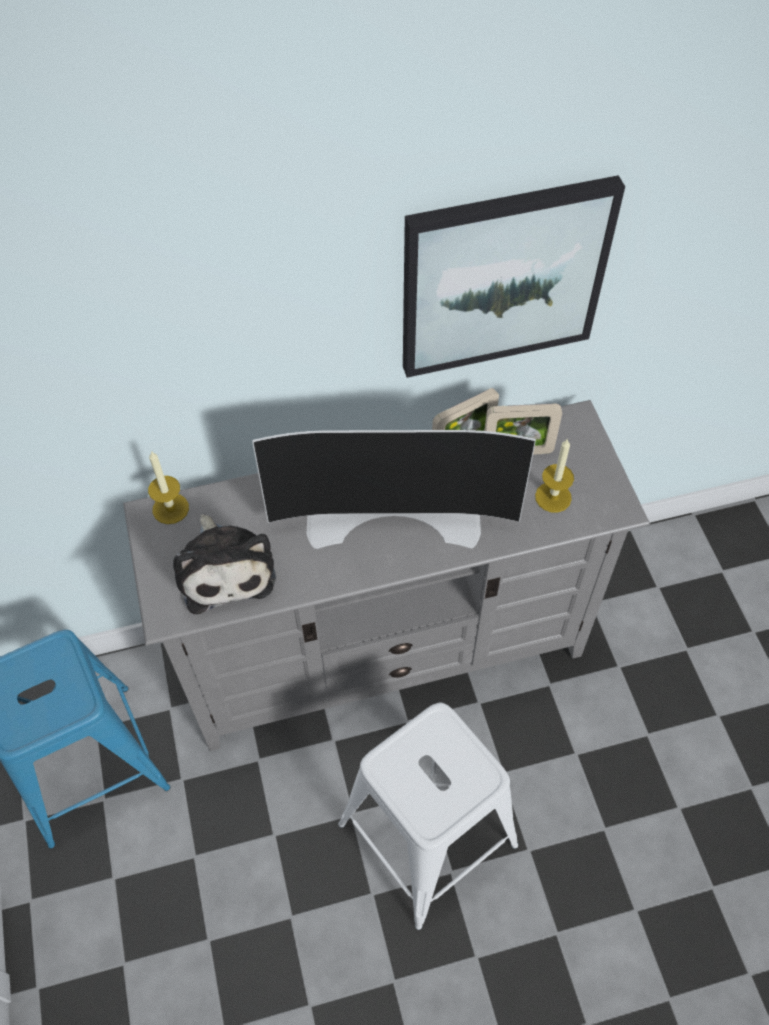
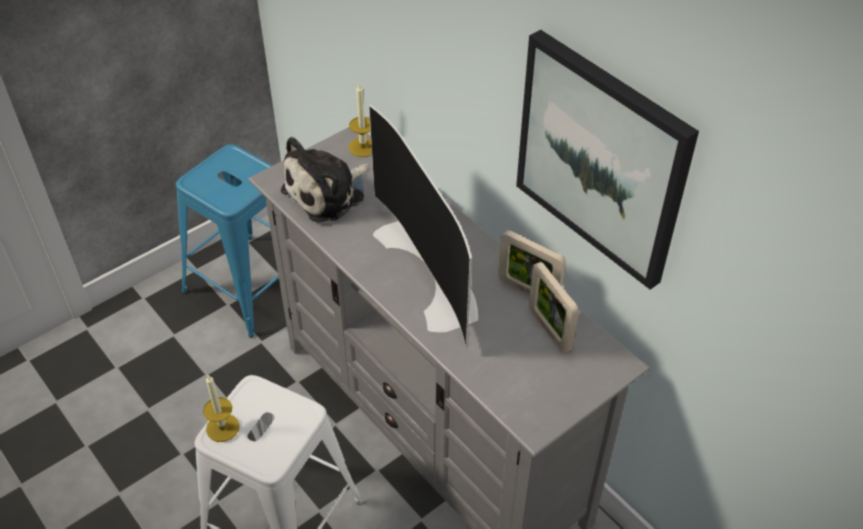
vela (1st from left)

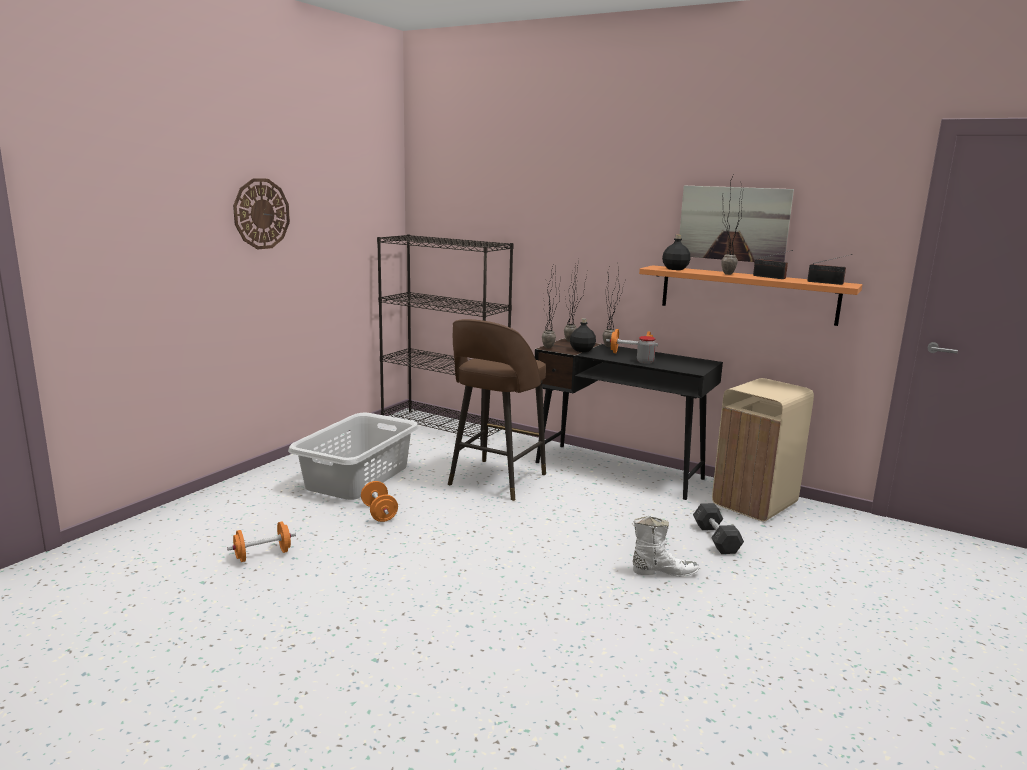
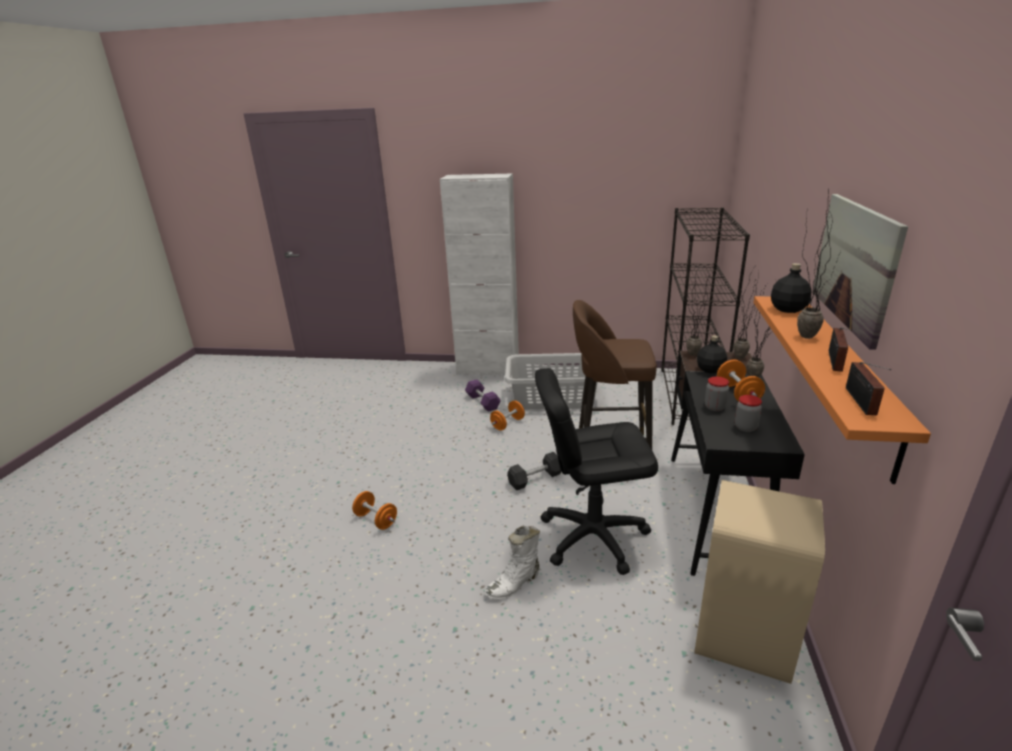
mancuerna [naranja] (1st from left)
reloj de pared
bota [blanco]
mancuerna [gris]
armario [blanco]
mancuerna [morado]
silla de oficina [negro]
tarro (2nd from left)

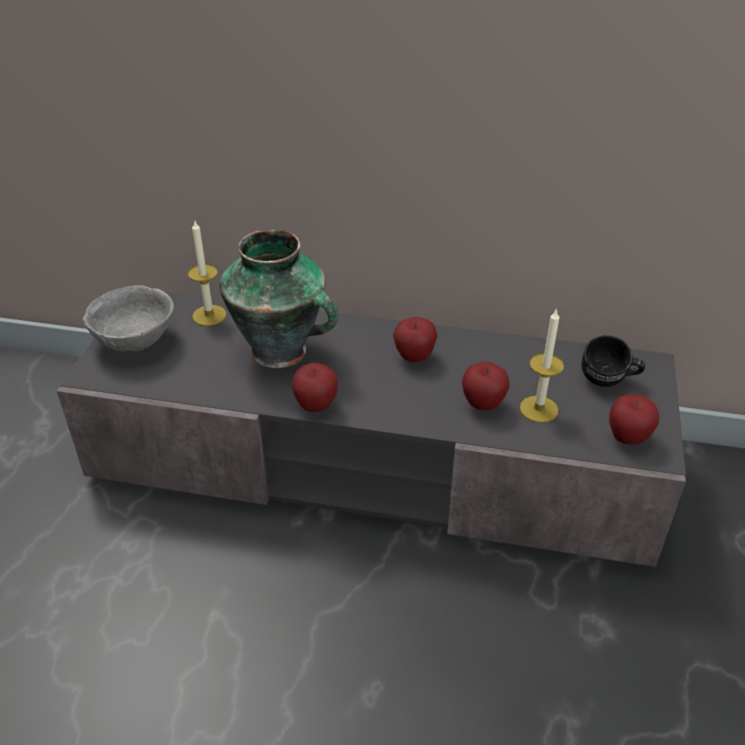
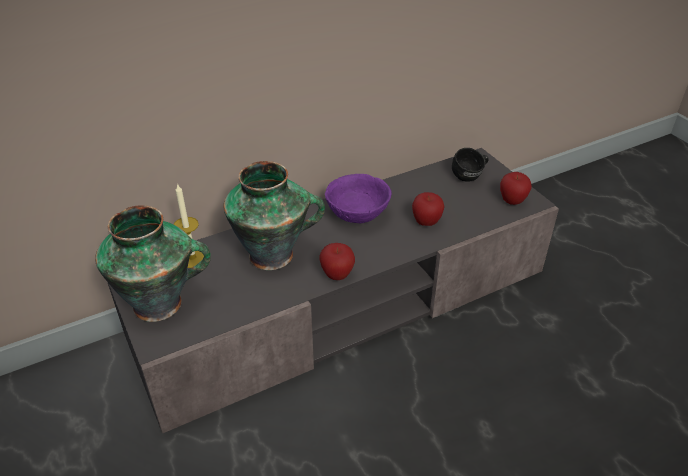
florero (1st from left)
cuenco [morado]
vela (2nd from left in the first image)

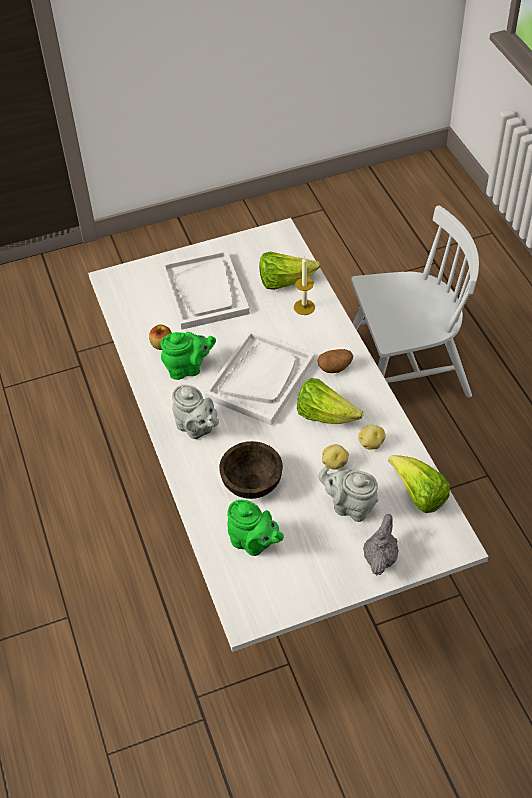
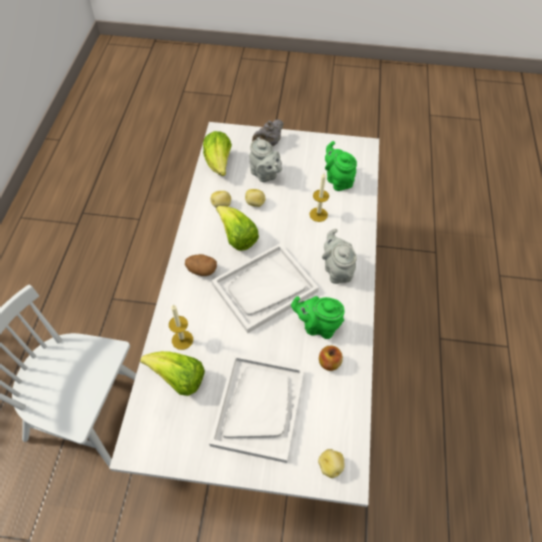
vela (2nd from left)
patata (4th from left)

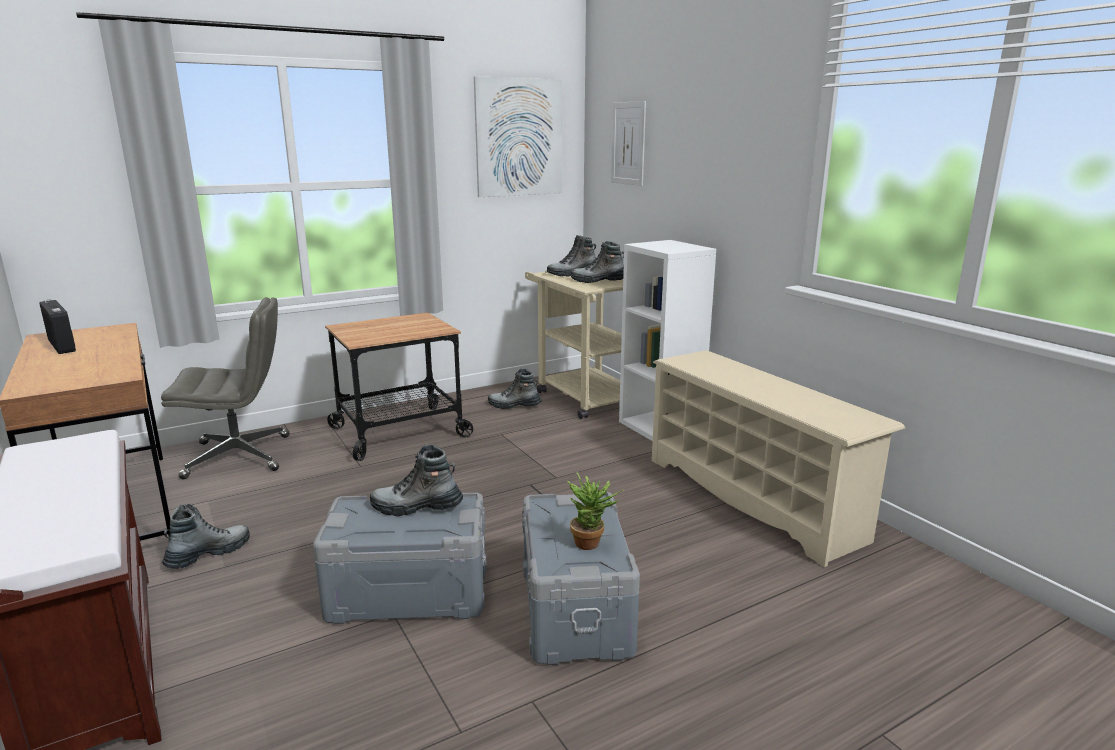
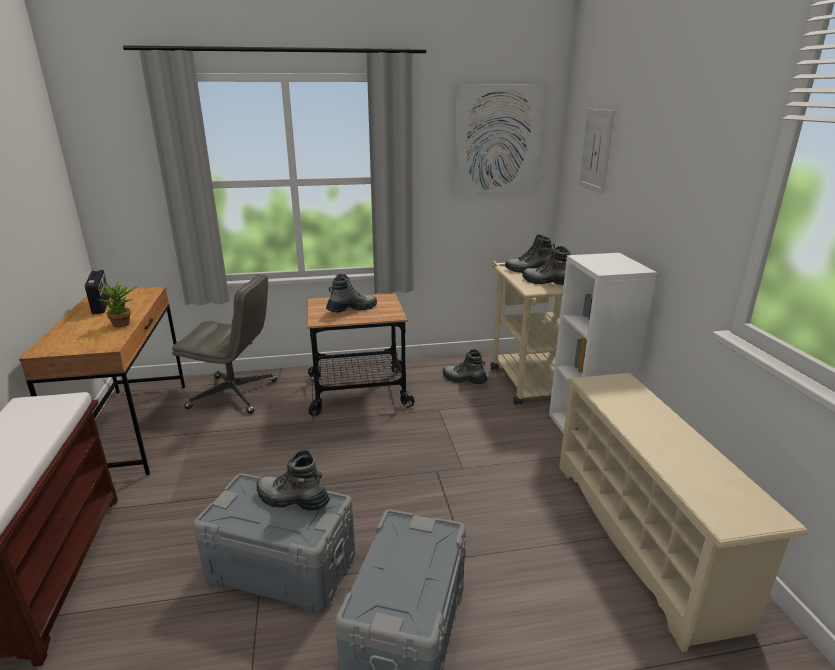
bota (2nd from left)
planta en maceta

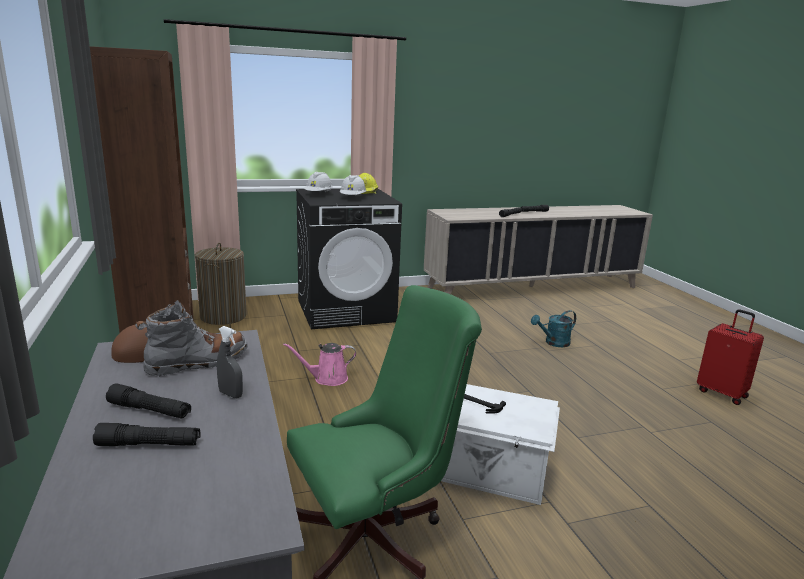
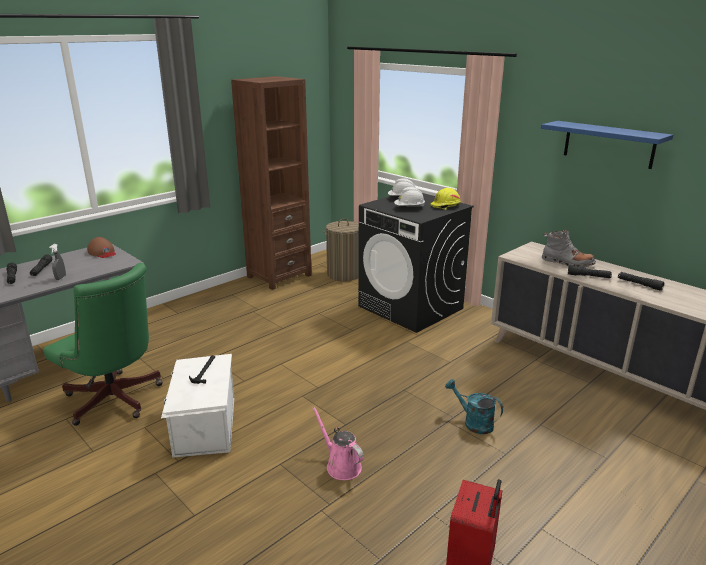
bota [gris]
regadera [rosa]
estante [azul]

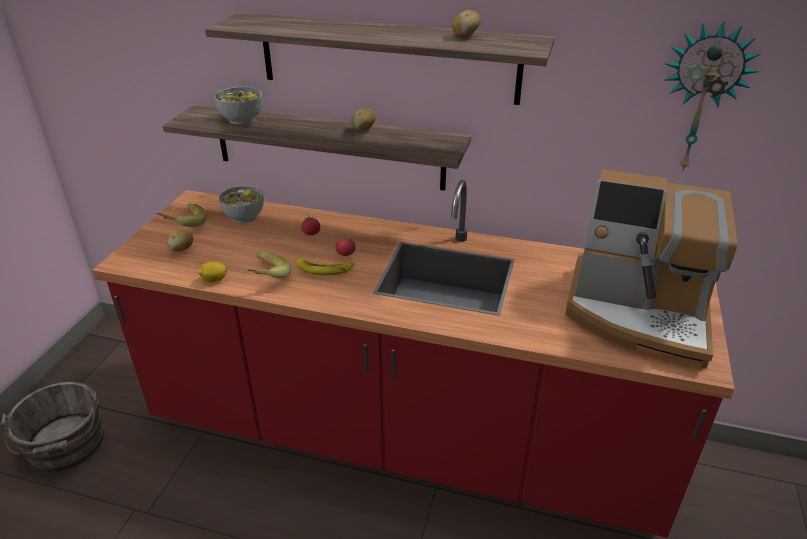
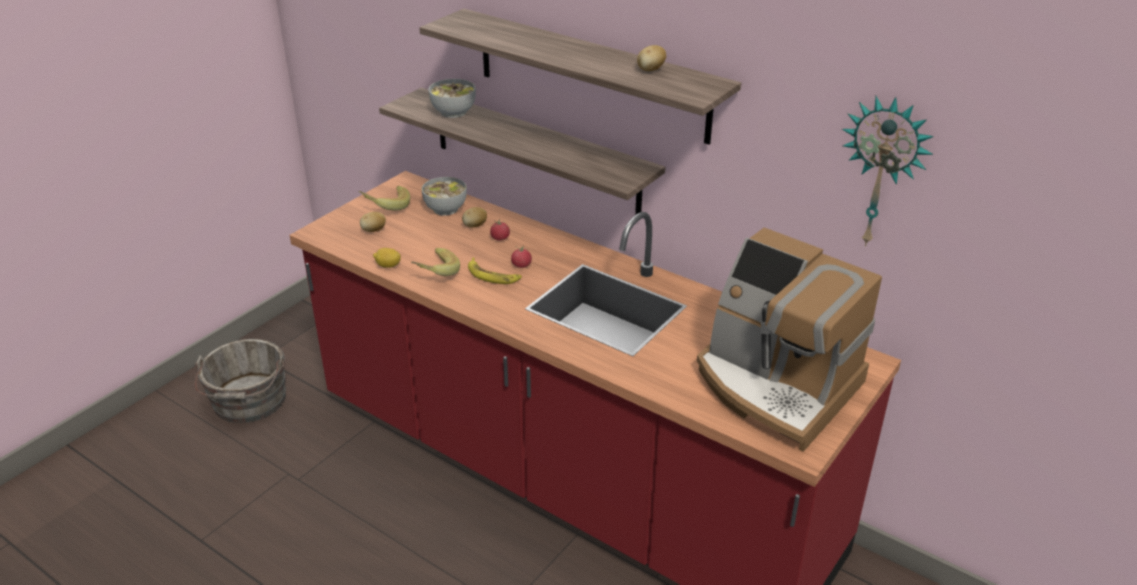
patata (2nd from left)

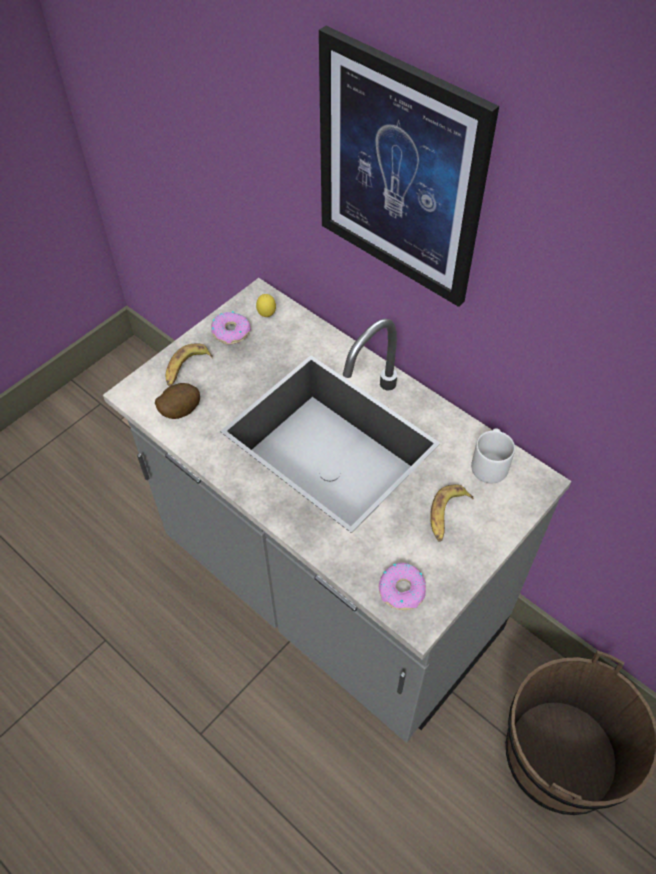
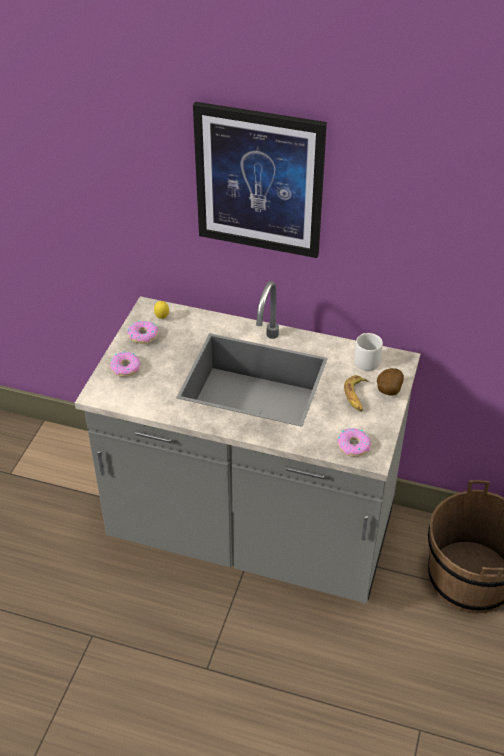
patata
rosquilla (1st from left)

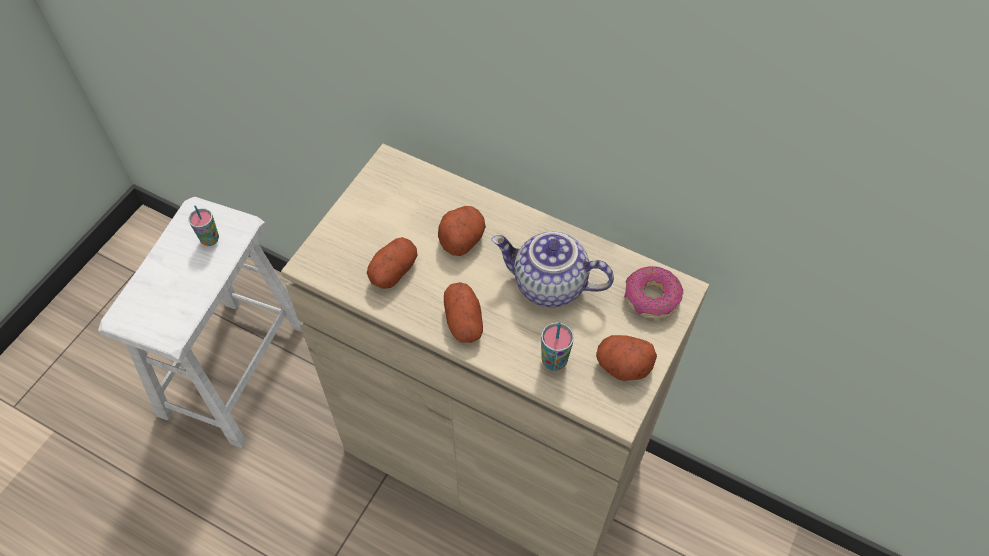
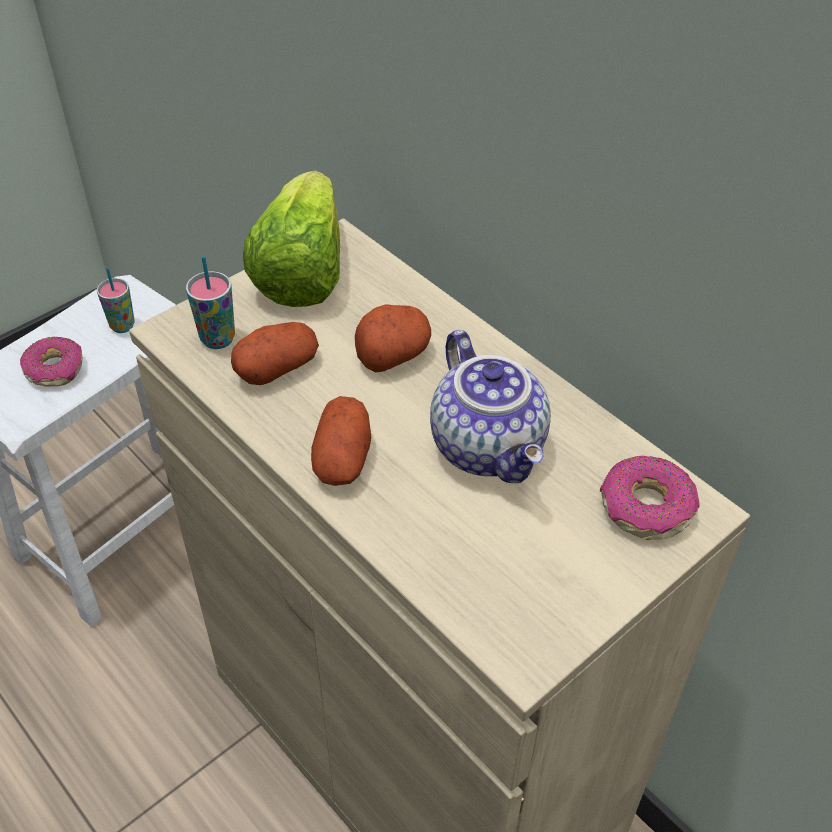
tetera
taza (2nd from left)
patata (4th from left in the first image)
rosquilla (1st from left)
lechuga

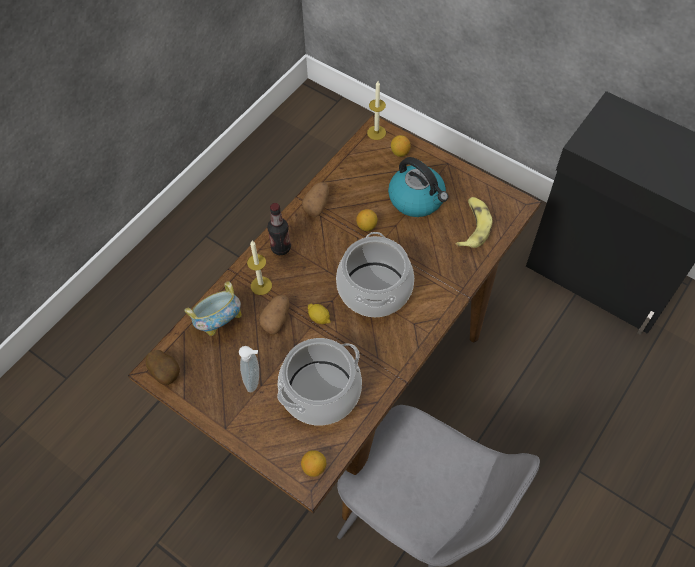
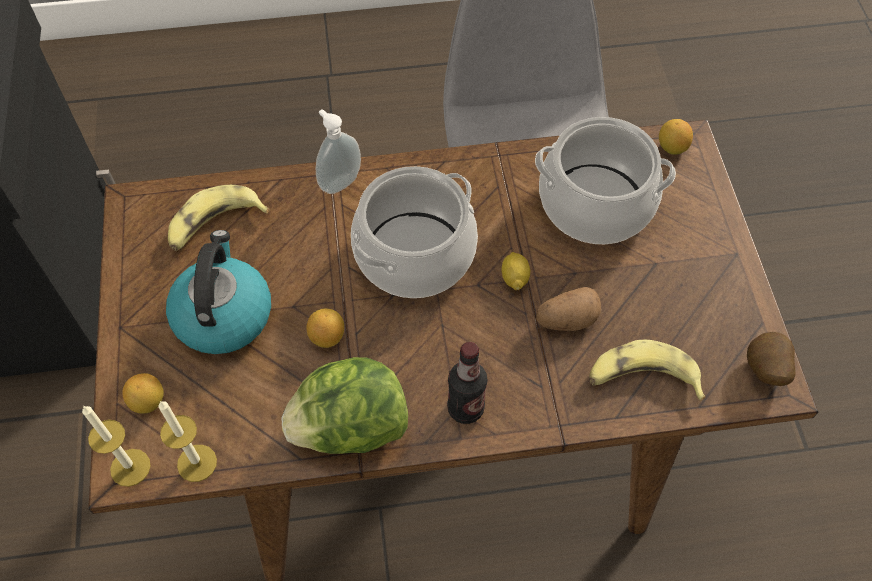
plátano (2nd from left)
dispensador de jabón
vela (2nd from left)
lechuga

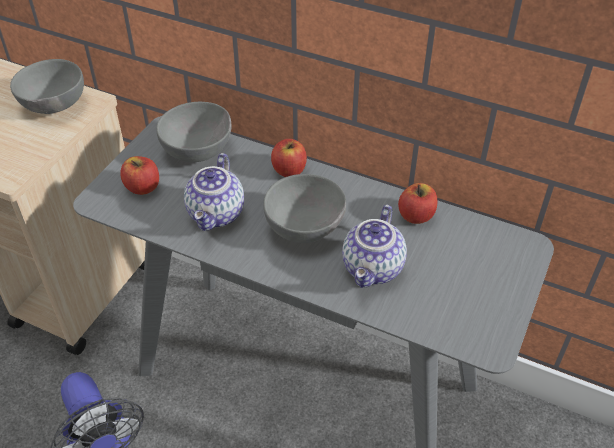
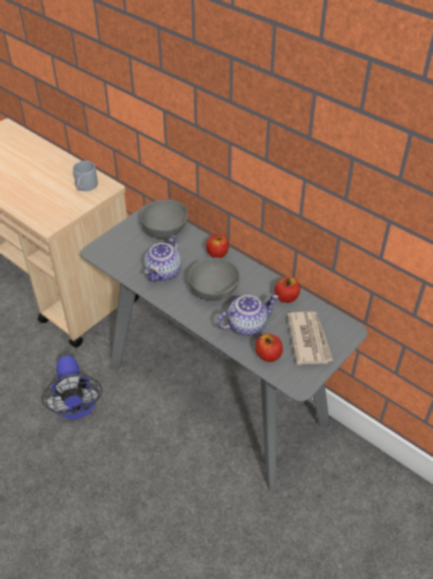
taza grande [gris]
manzana (2nd from left)
tetera (2nd from left)
periódico

